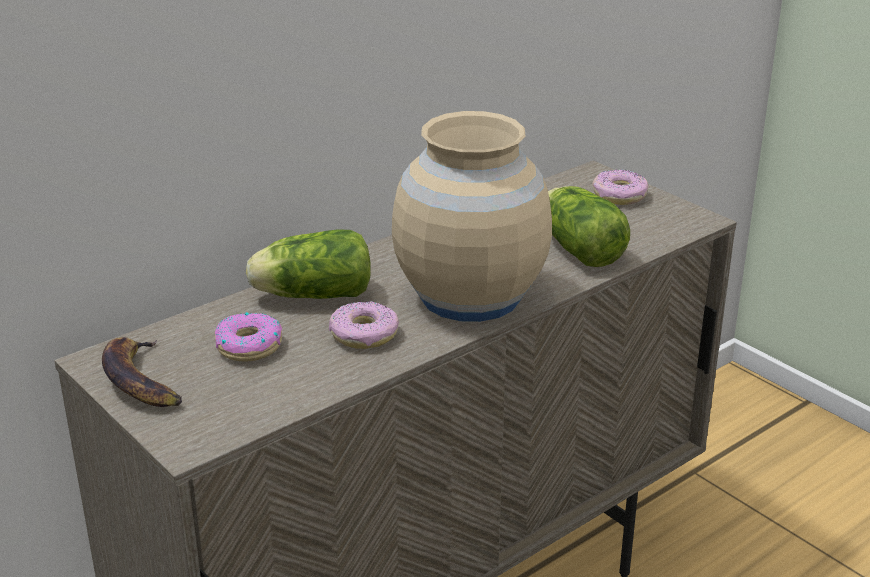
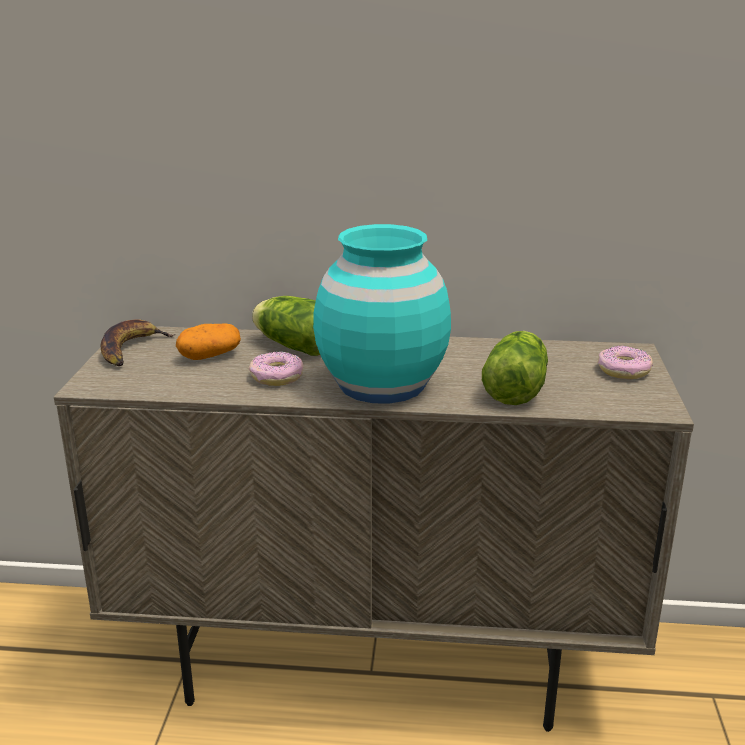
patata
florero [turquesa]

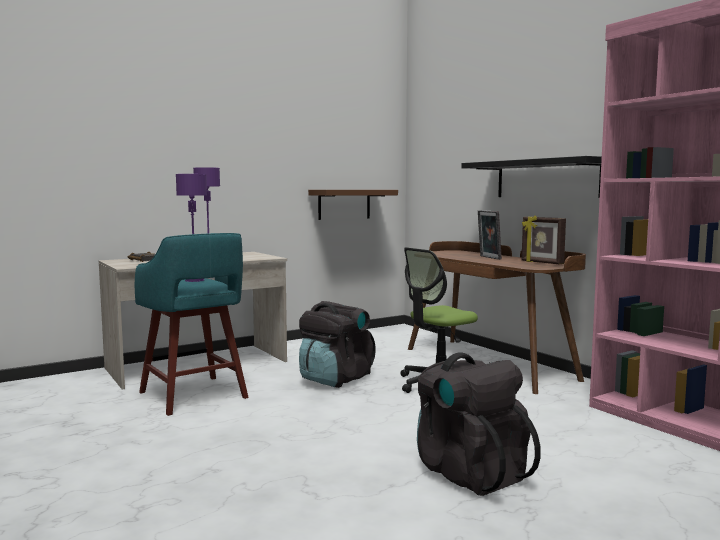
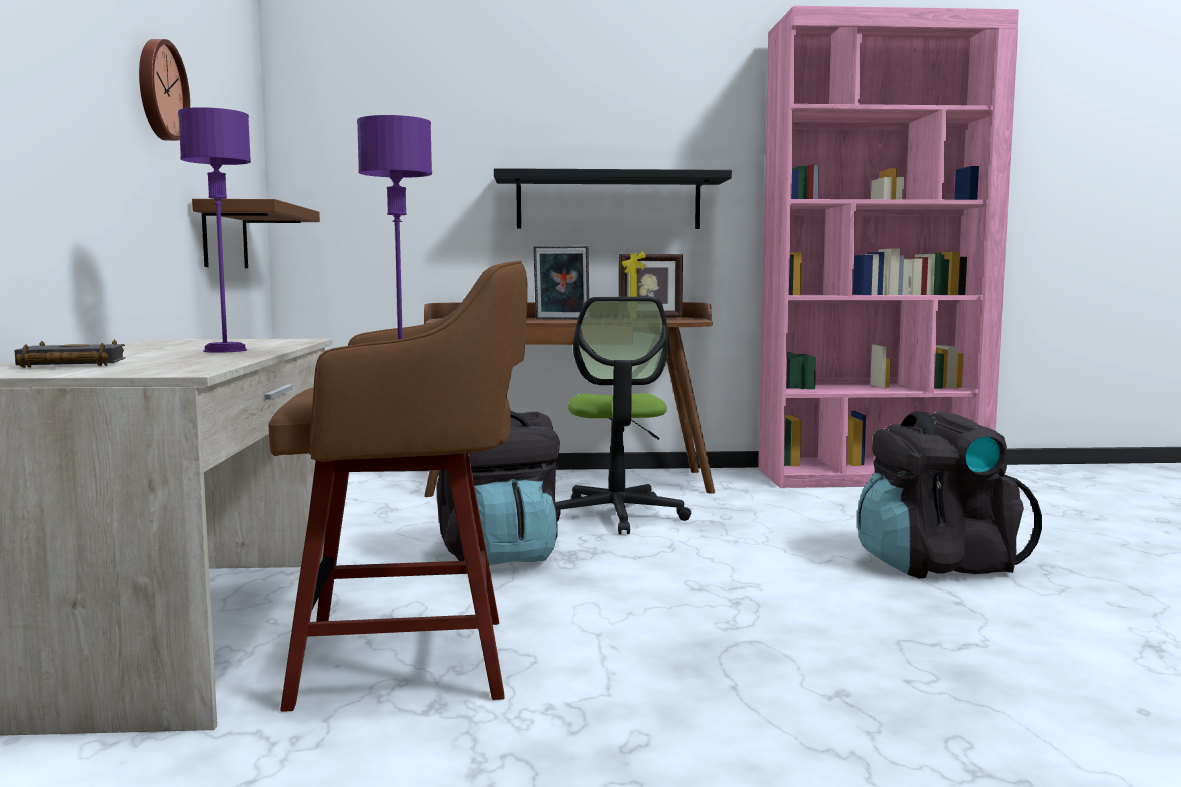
taburete [marrón]
reloj de pared

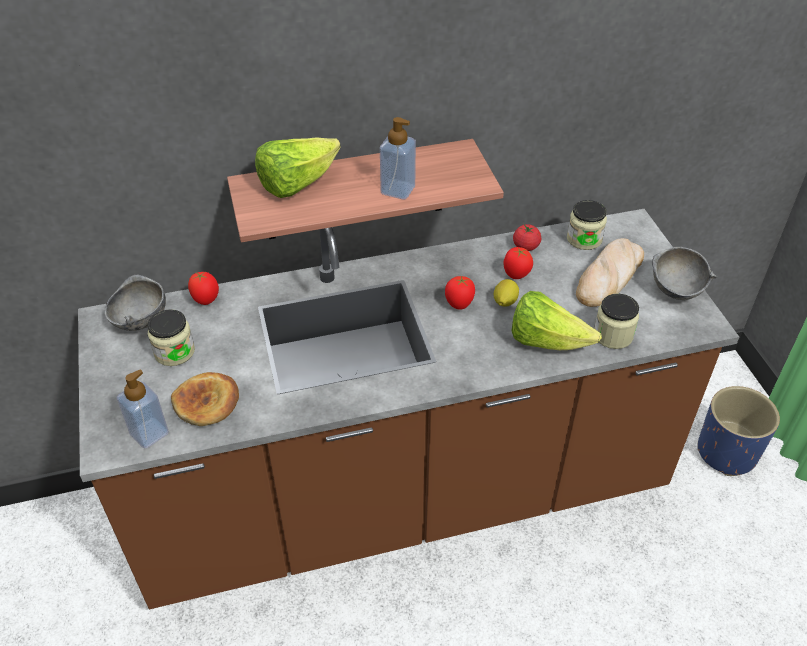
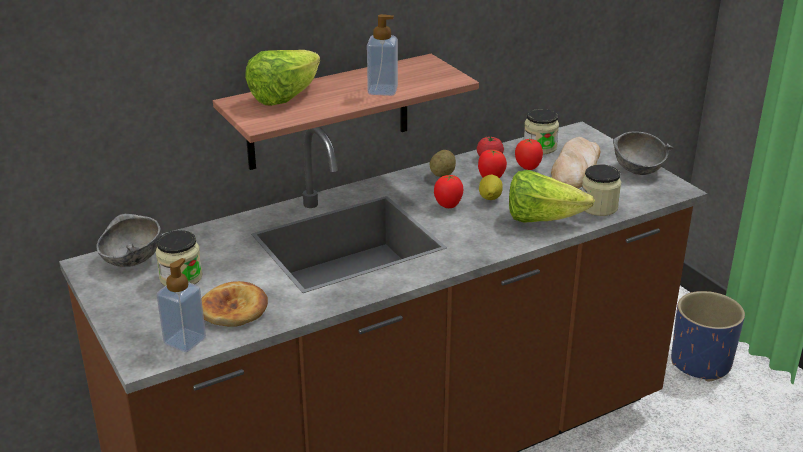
tomate (4th from left)
patata

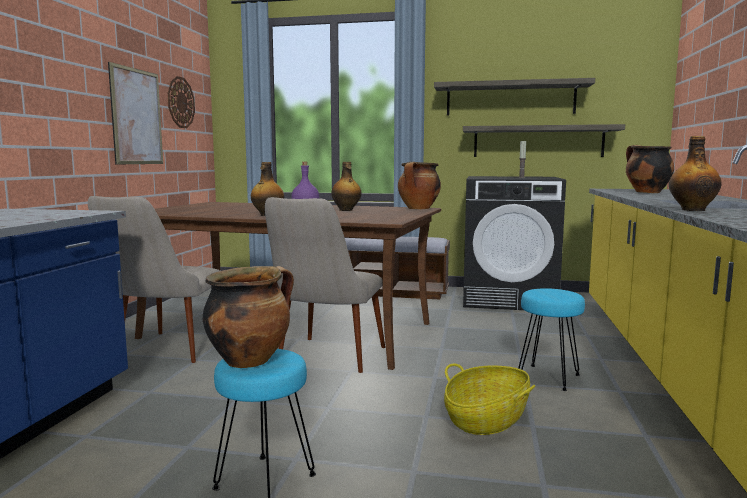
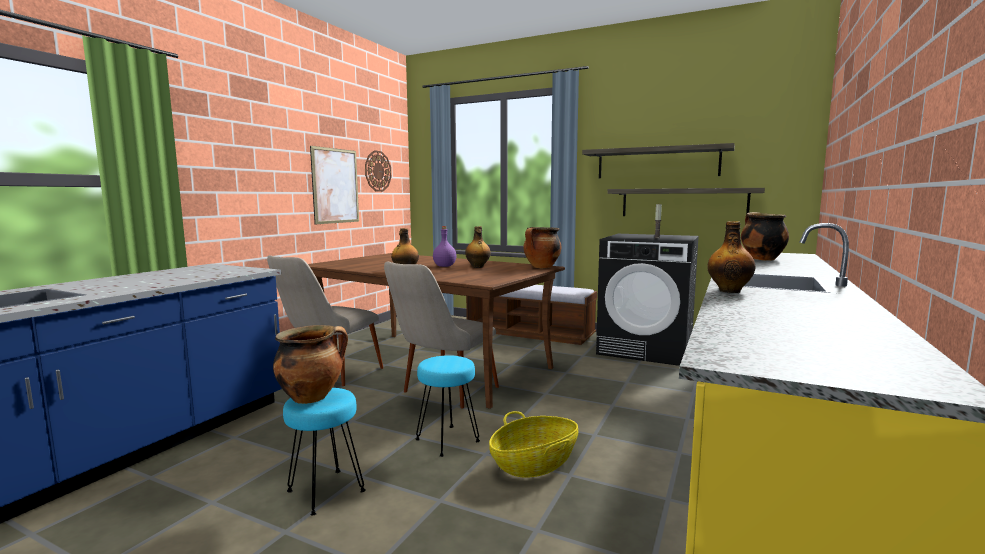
taburete [turquesa] (2nd from left)

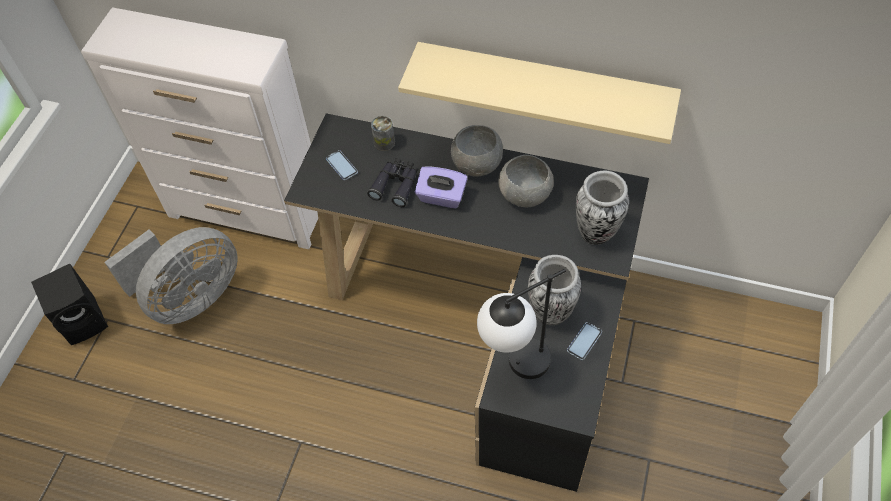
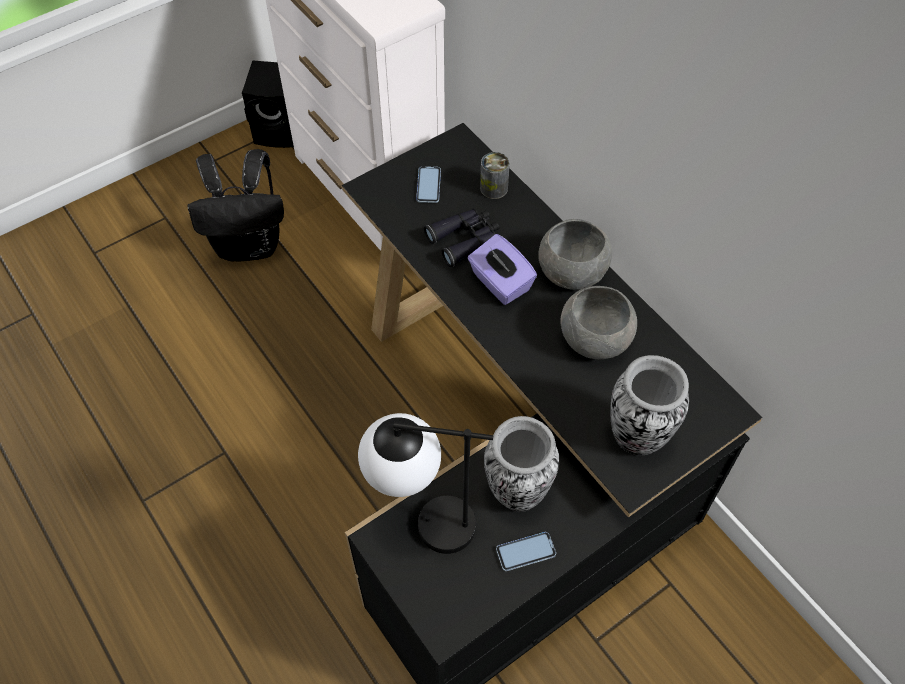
altavoz [negro]
mochila [negro]
estante [beis]

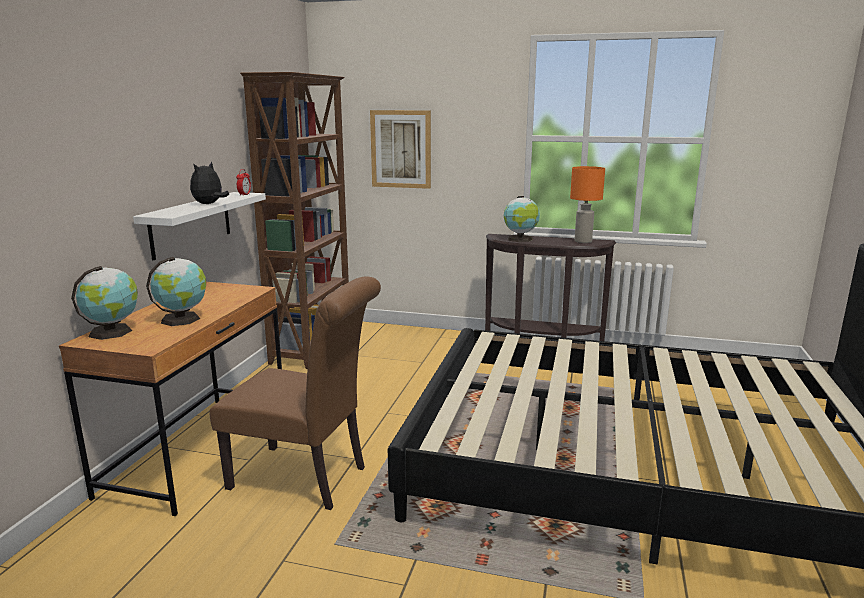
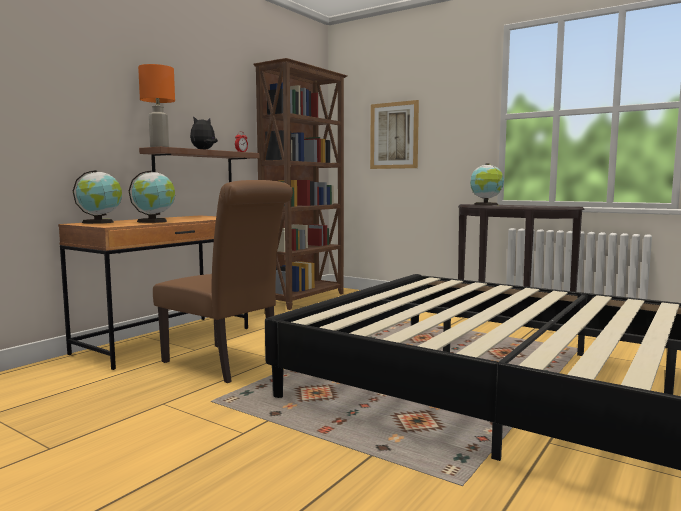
estante [marrón]
lámpara de mesa [naranja]

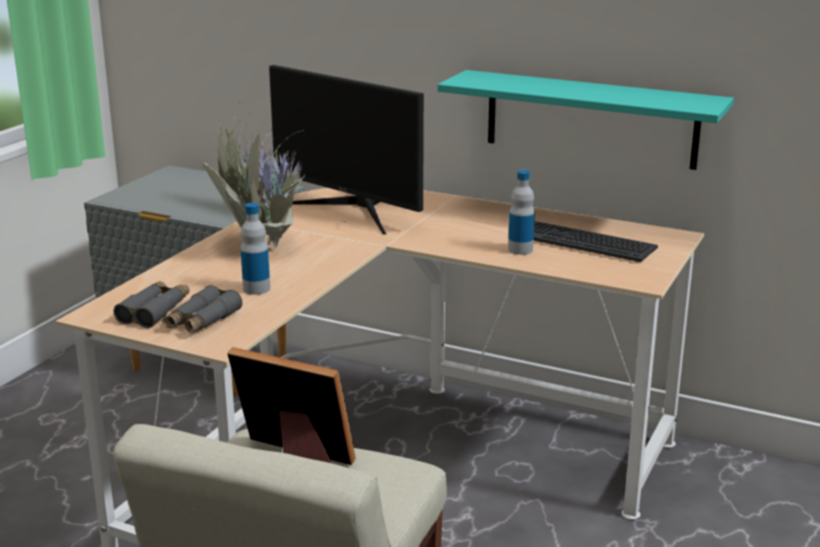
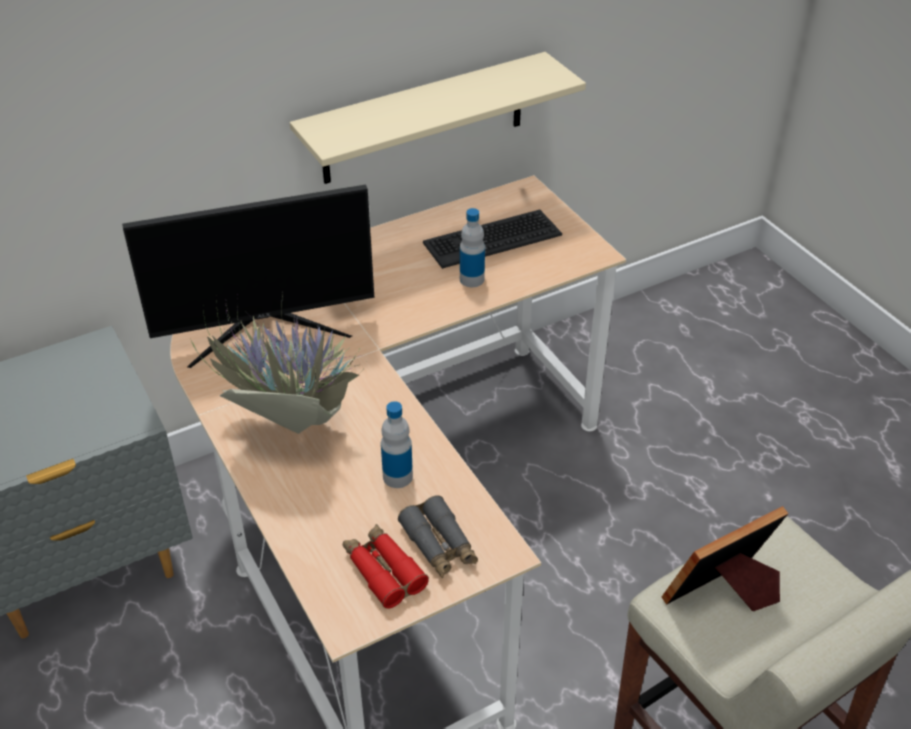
prismáticos [rojo]
estante [beis]

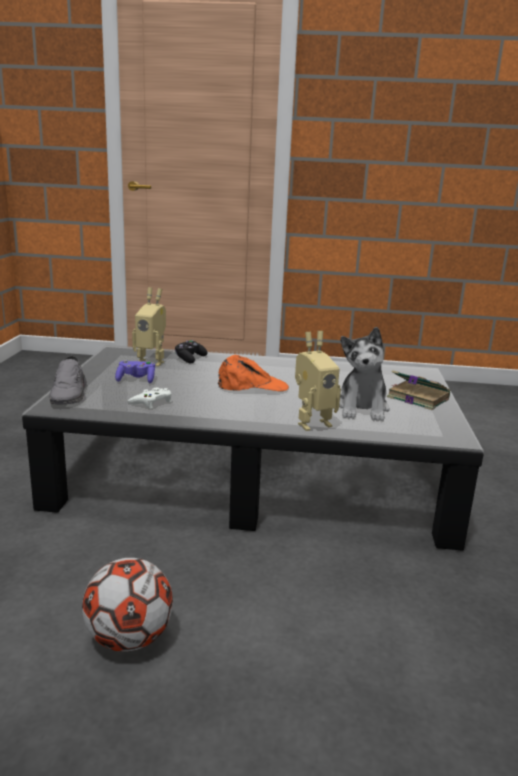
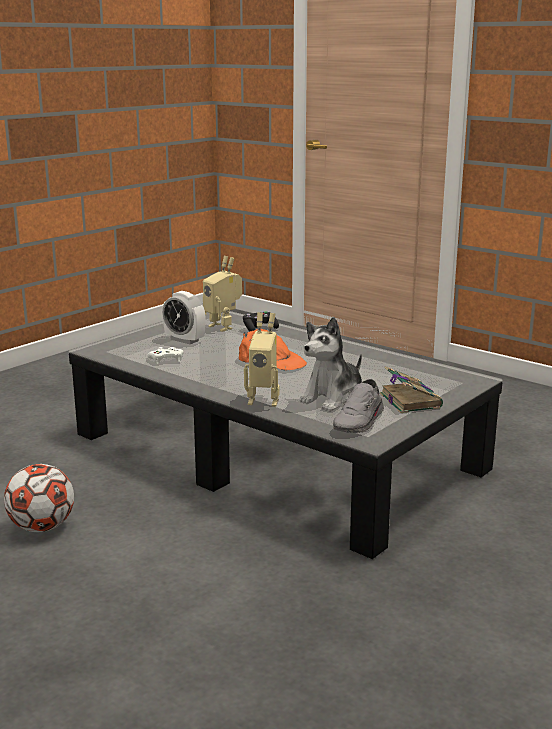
zapato [gris]
despertador

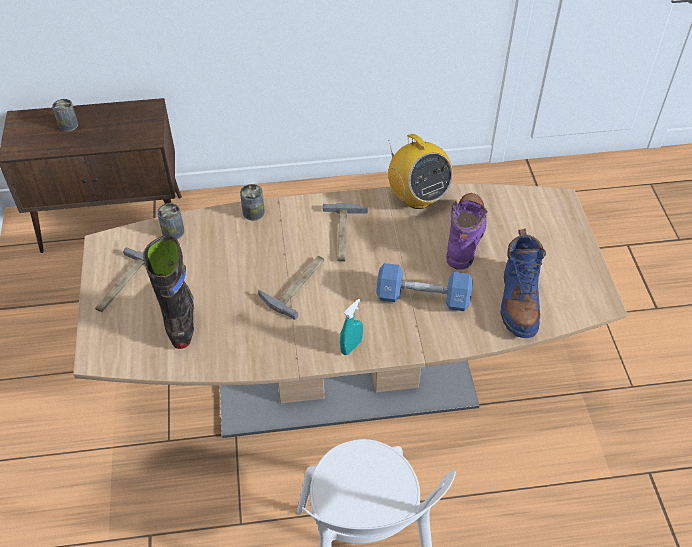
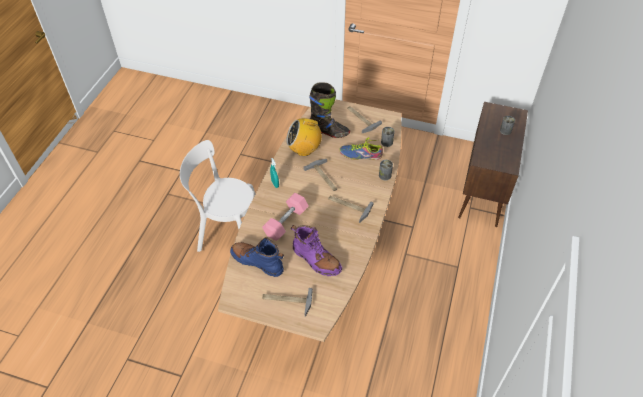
mancuerna [rosa]
radio
martillo (1st from left)
zapato

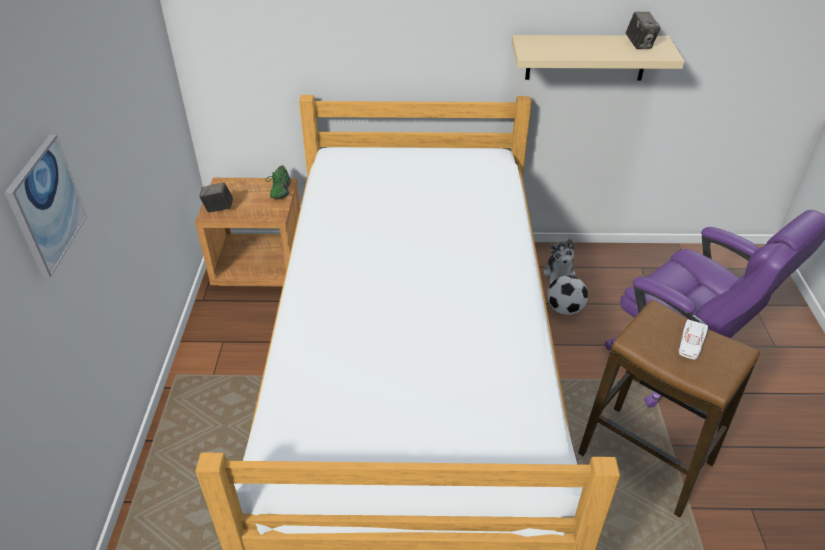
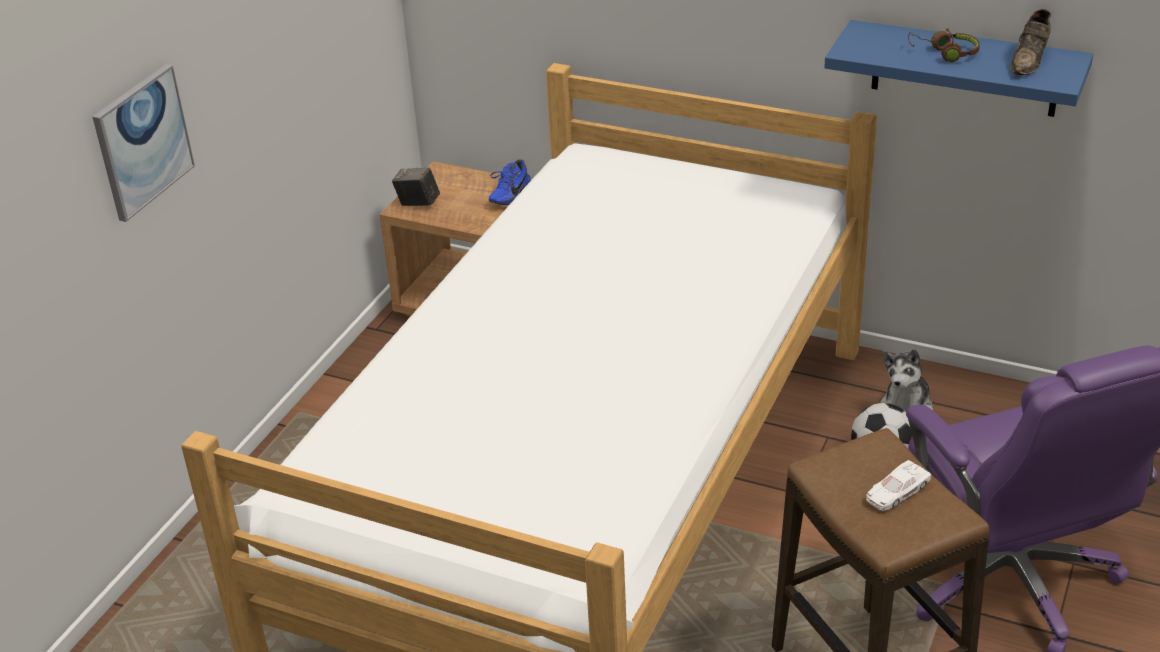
zapato [azul]
estante [azul]
zapato [marrón]
auriculares [marrón]

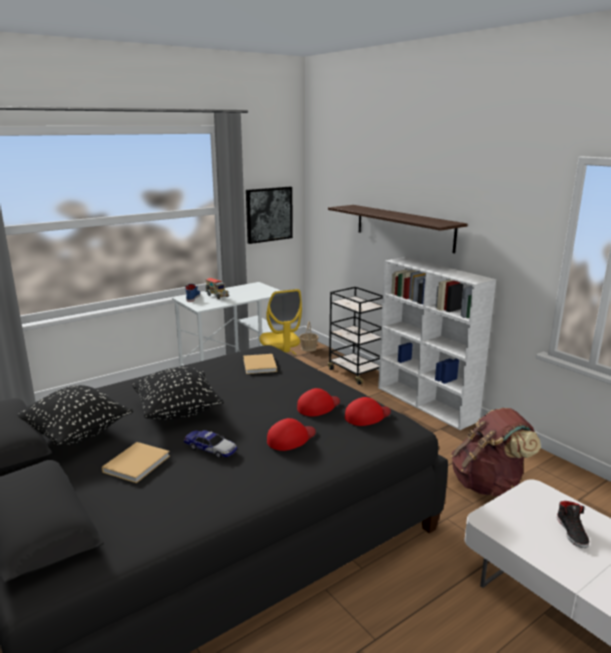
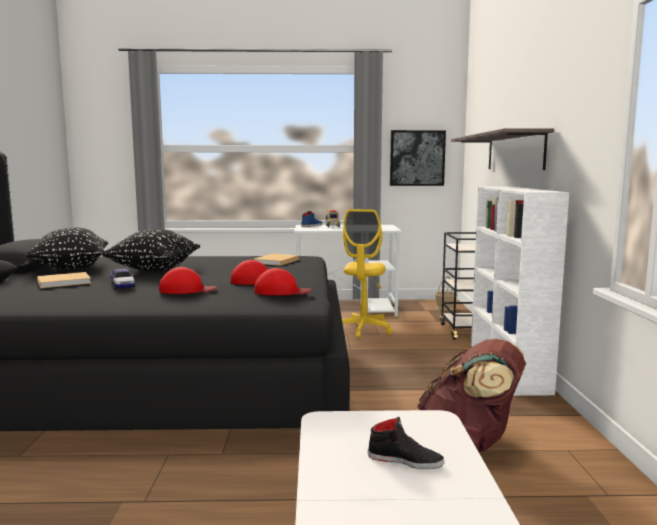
zapato [negro]

